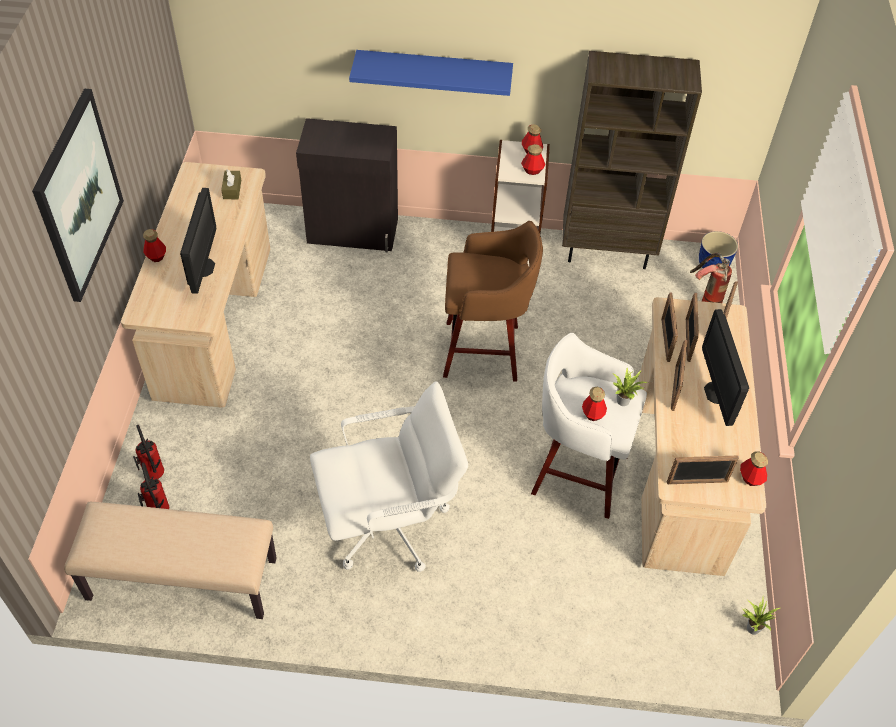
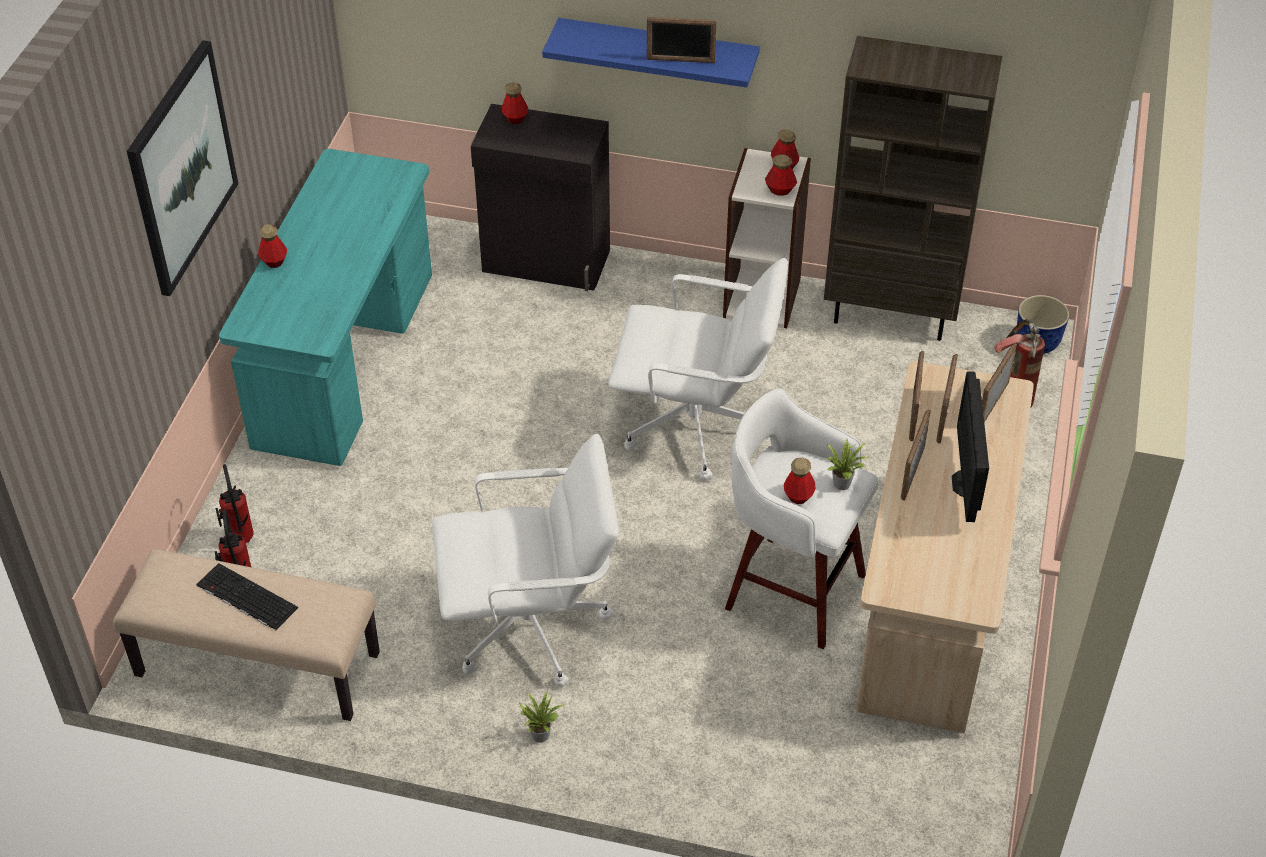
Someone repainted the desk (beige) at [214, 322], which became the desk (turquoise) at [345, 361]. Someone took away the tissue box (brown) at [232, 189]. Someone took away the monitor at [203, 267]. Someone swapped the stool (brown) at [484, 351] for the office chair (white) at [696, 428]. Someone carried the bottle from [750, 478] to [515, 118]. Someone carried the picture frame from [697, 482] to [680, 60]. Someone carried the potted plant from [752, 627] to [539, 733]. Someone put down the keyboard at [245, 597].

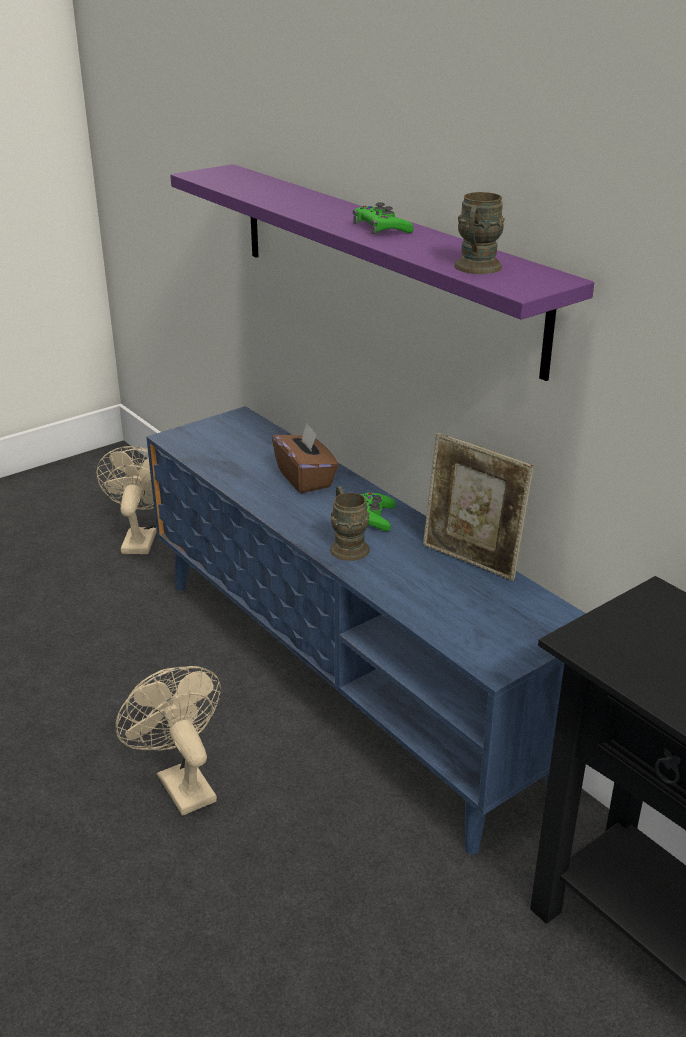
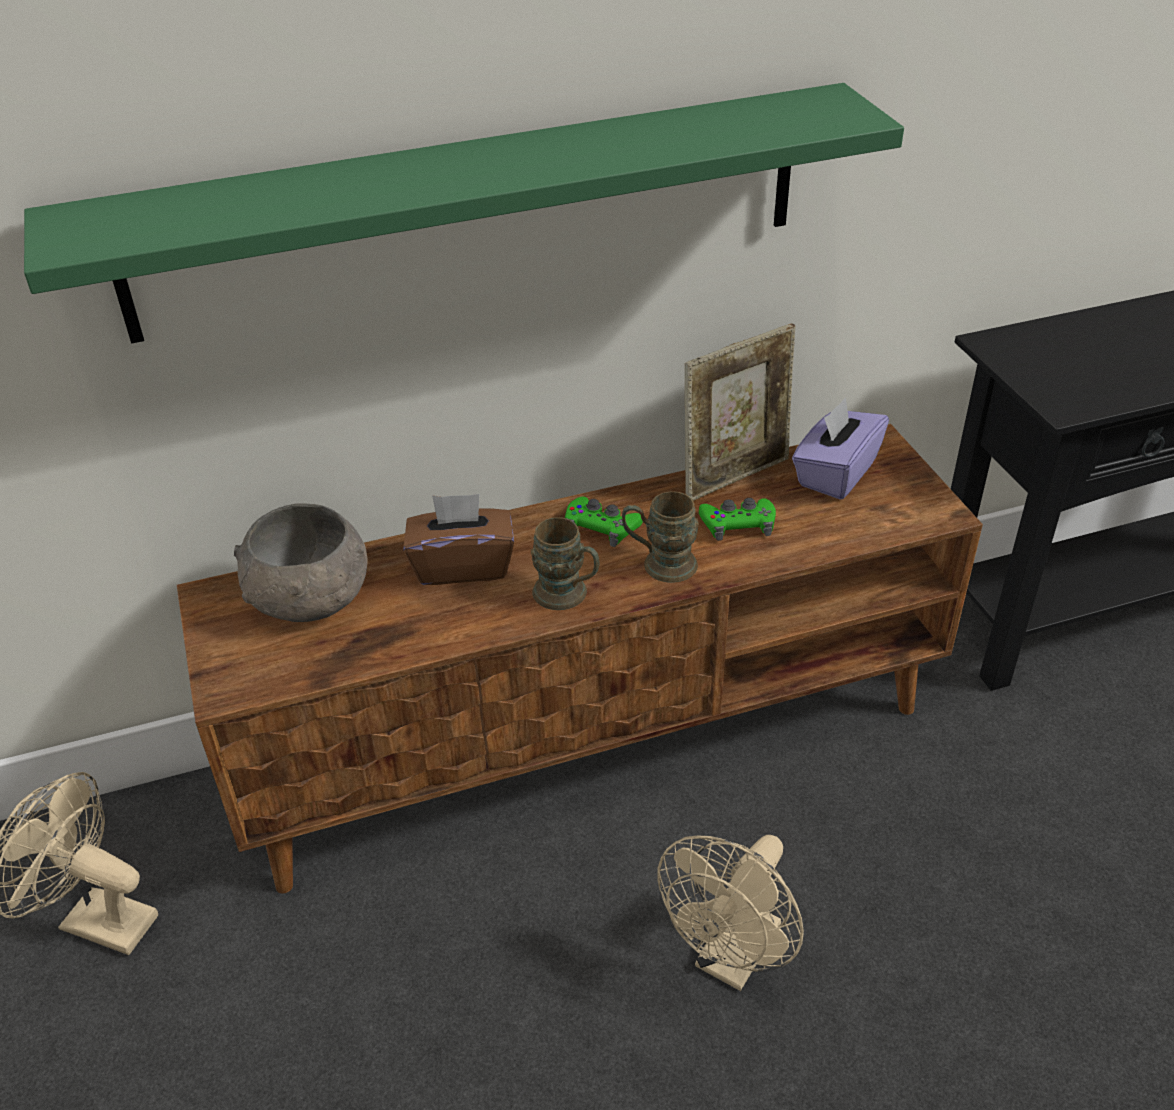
Someone repainted the shelf (purple) at [380, 261], which became the shelf (green) at [471, 212]. Someone carried the mug (brown) from [475, 269] to [568, 596]. Someone carried the game controller (green) from [381, 228] to [737, 524]. Someone repainted the tv stand (blue) at [345, 678], which became the tv stand (brown) at [593, 740]. Someone rotated the fan (beige) at [181, 782] by 45 degrees counterclockwise. Someone put down the tissue box (purple) at [835, 473]. Someone put down the bowl (grey) at [310, 600].

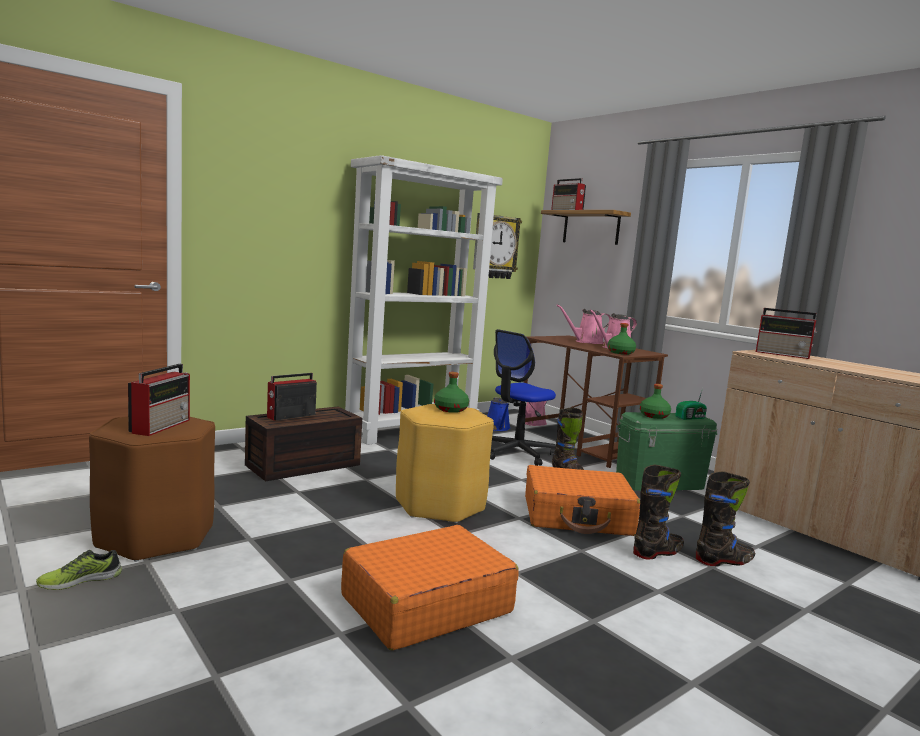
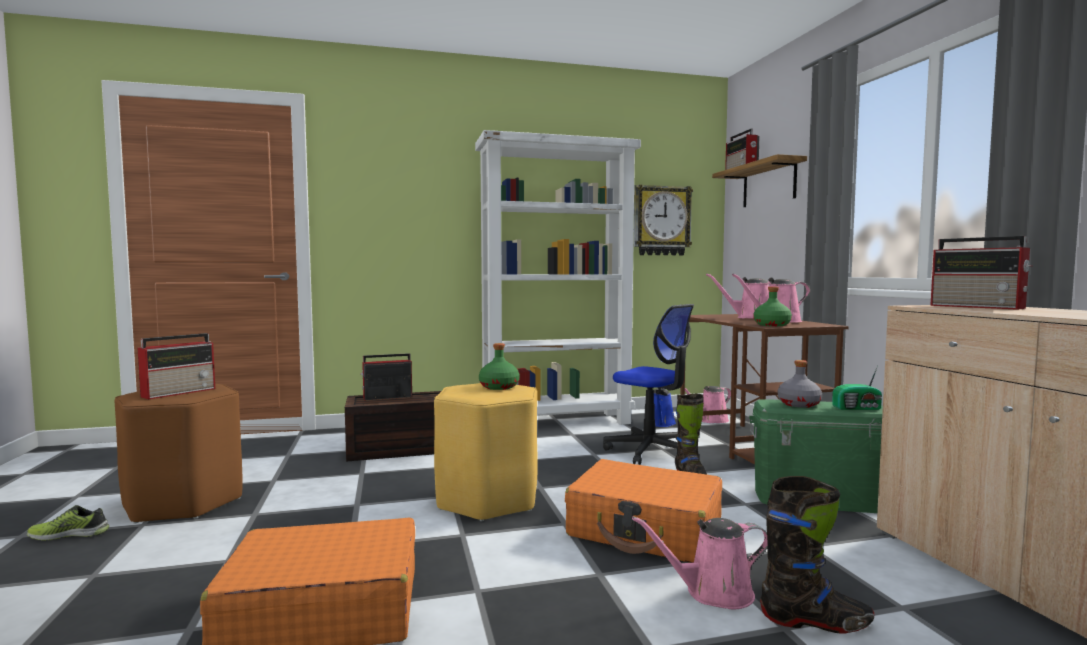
Someone rotated the office chair at [516, 453] by 120 degrees counterclockwise. Someone repainted the bottle (green) at [654, 416], which became the bottle (grey) at [799, 404]. Someone swapped the boot (black) at [657, 552] for the watering can (pink) at [713, 593].

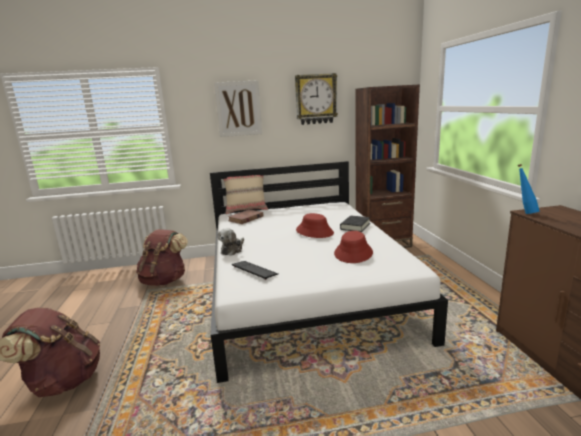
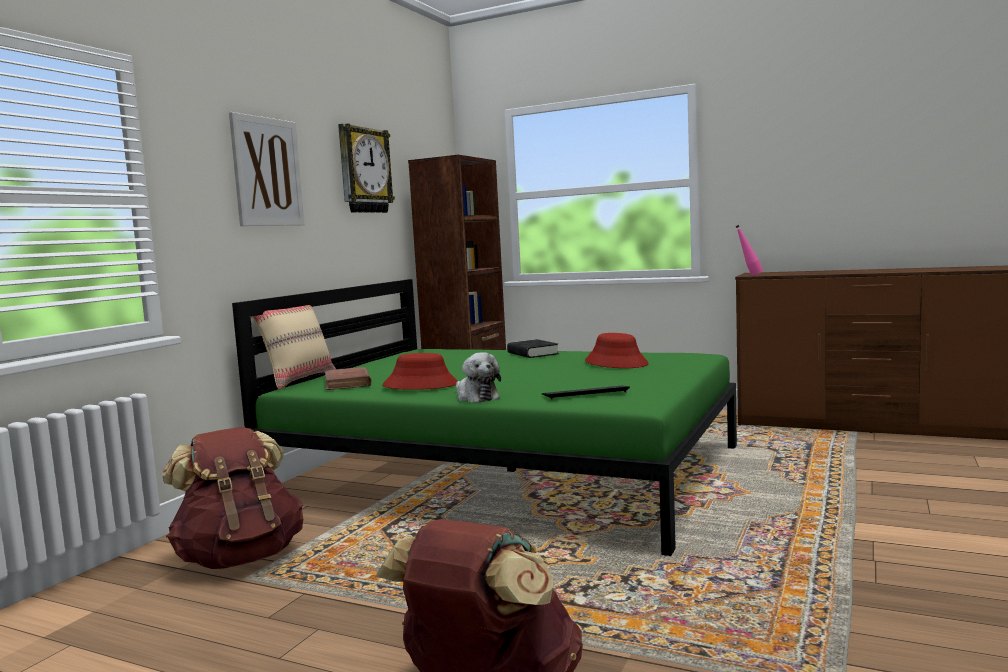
Someone repainted the bed (white) at [304, 289], which became the bed (green) at [508, 471]. Someone repainted the bottle (blue) at [524, 213], which became the bottle (pink) at [749, 275]. Someone carried the hat (red) from [314, 231] to [420, 385].

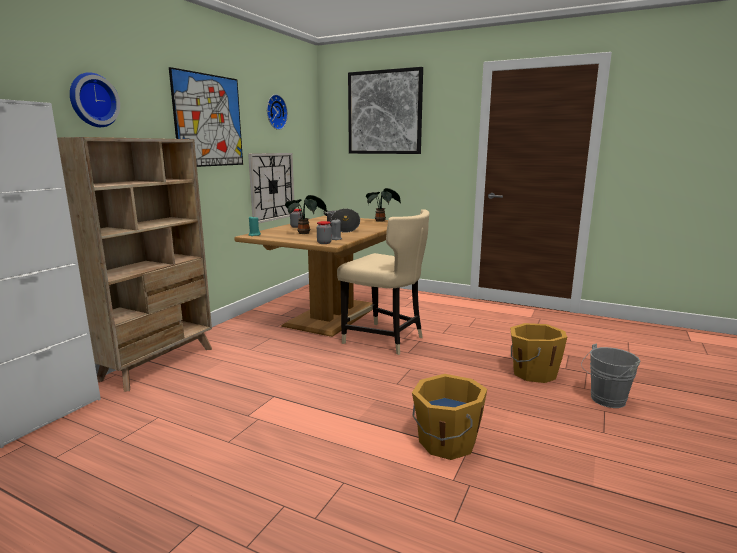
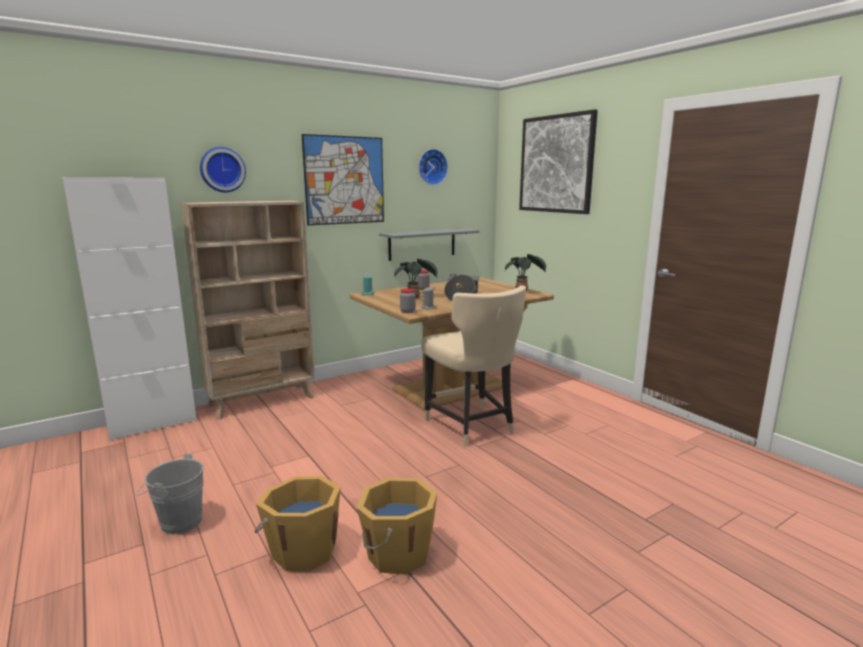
Someone swapped the wall clock at [272, 187] for the shelf (grey) at [422, 244]. Someone carried the bucket (orange) from [532, 373] to [303, 550]. Someone carried the bucket (grey) from [605, 400] to [177, 522].

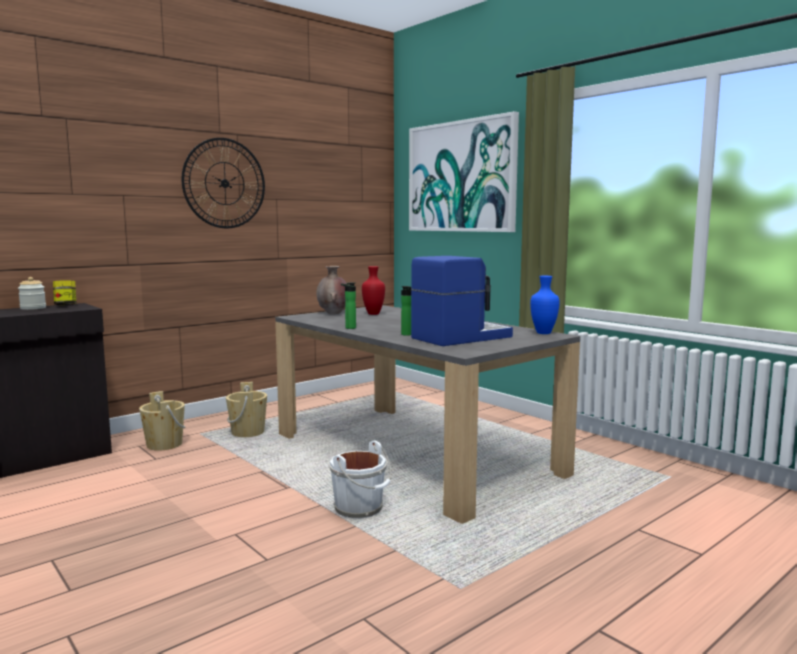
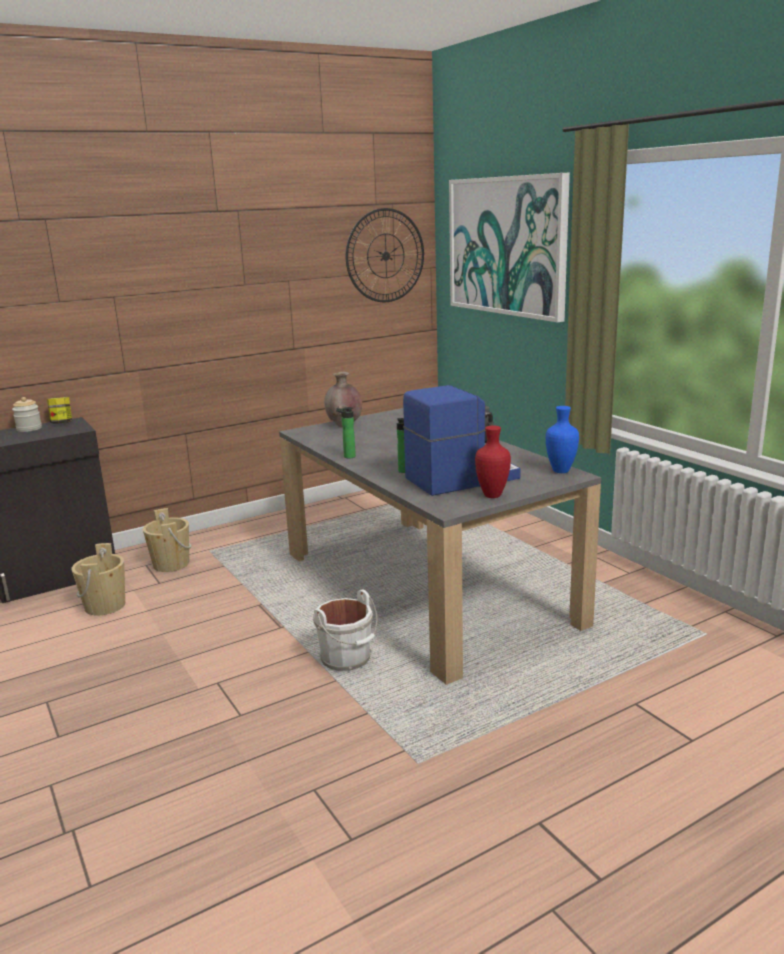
Someone carried the wall clock from [224, 183] to [385, 256]. Someone carried the vase (red) from [373, 314] to [492, 495]. Someone carried the bucket (beige) from [248, 432] to [105, 606].

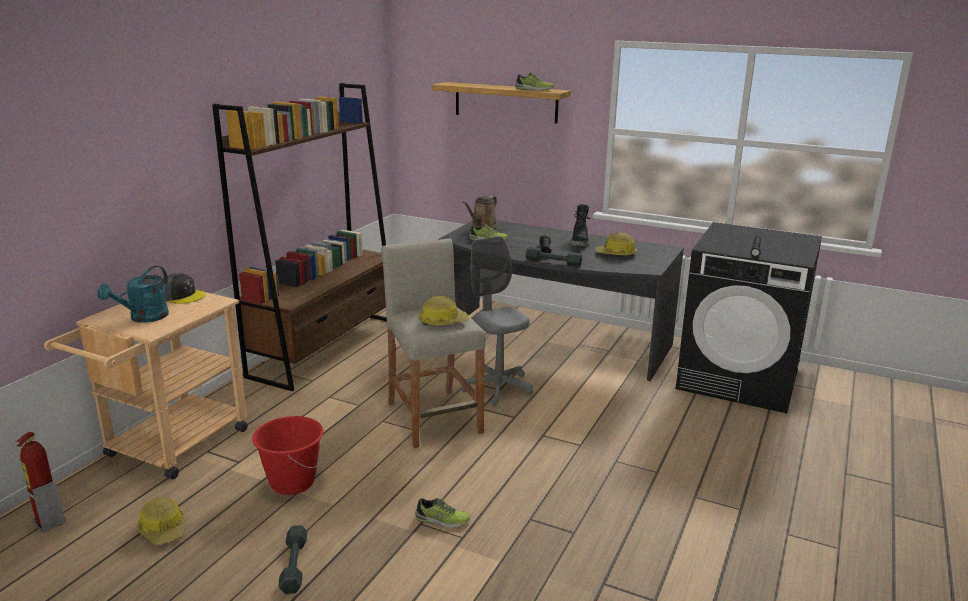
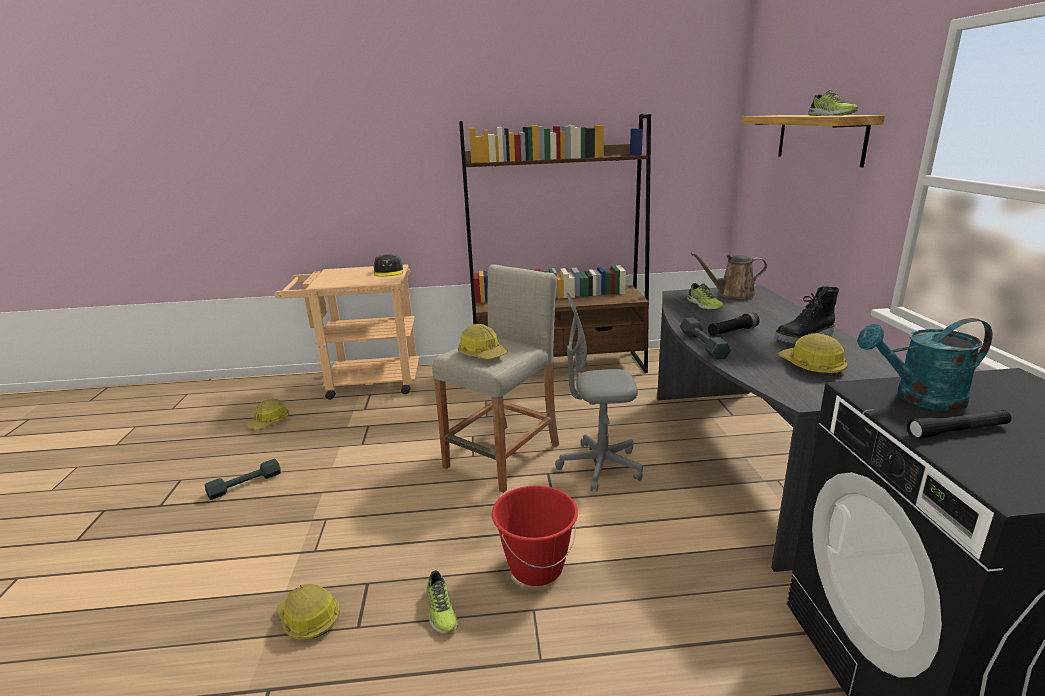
Someone rotated the office chair (grey) at [497, 387] by 120 degrees counterclockwise. Someone carried the watering can (turquoise) from [144, 318] to [919, 398]. Someone carried the bucket (red) from [292, 482] to [536, 567]. Someone took away the fire extinguisher at [48, 523]. Someone carried the shoe from [442, 520] to [440, 611]. Someone put down the hard hat at [308, 619].

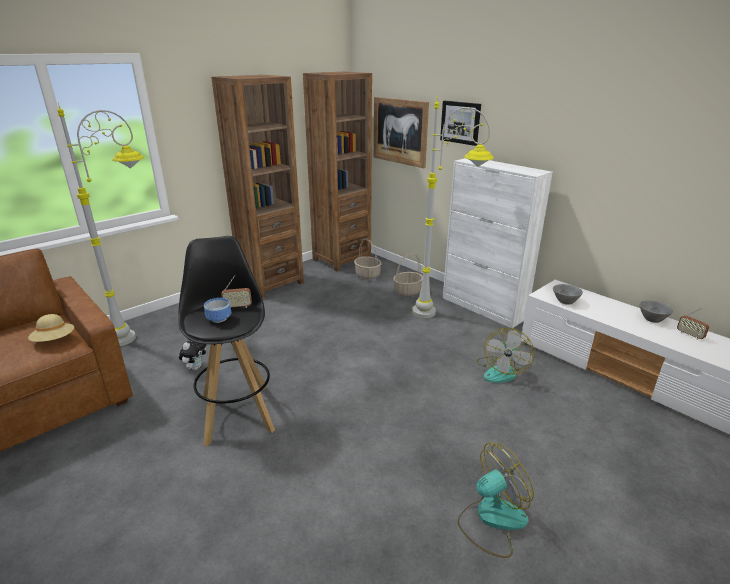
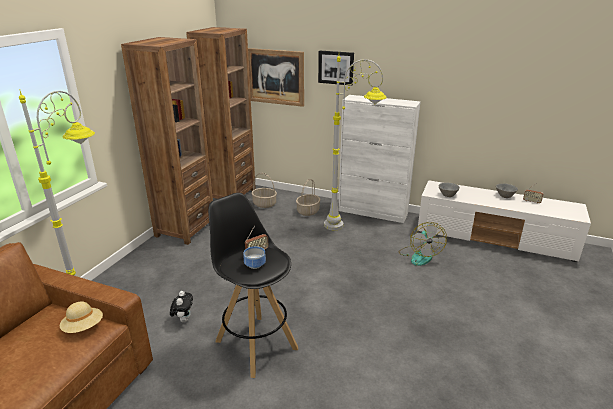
Someone took away the fan at [491, 519].

